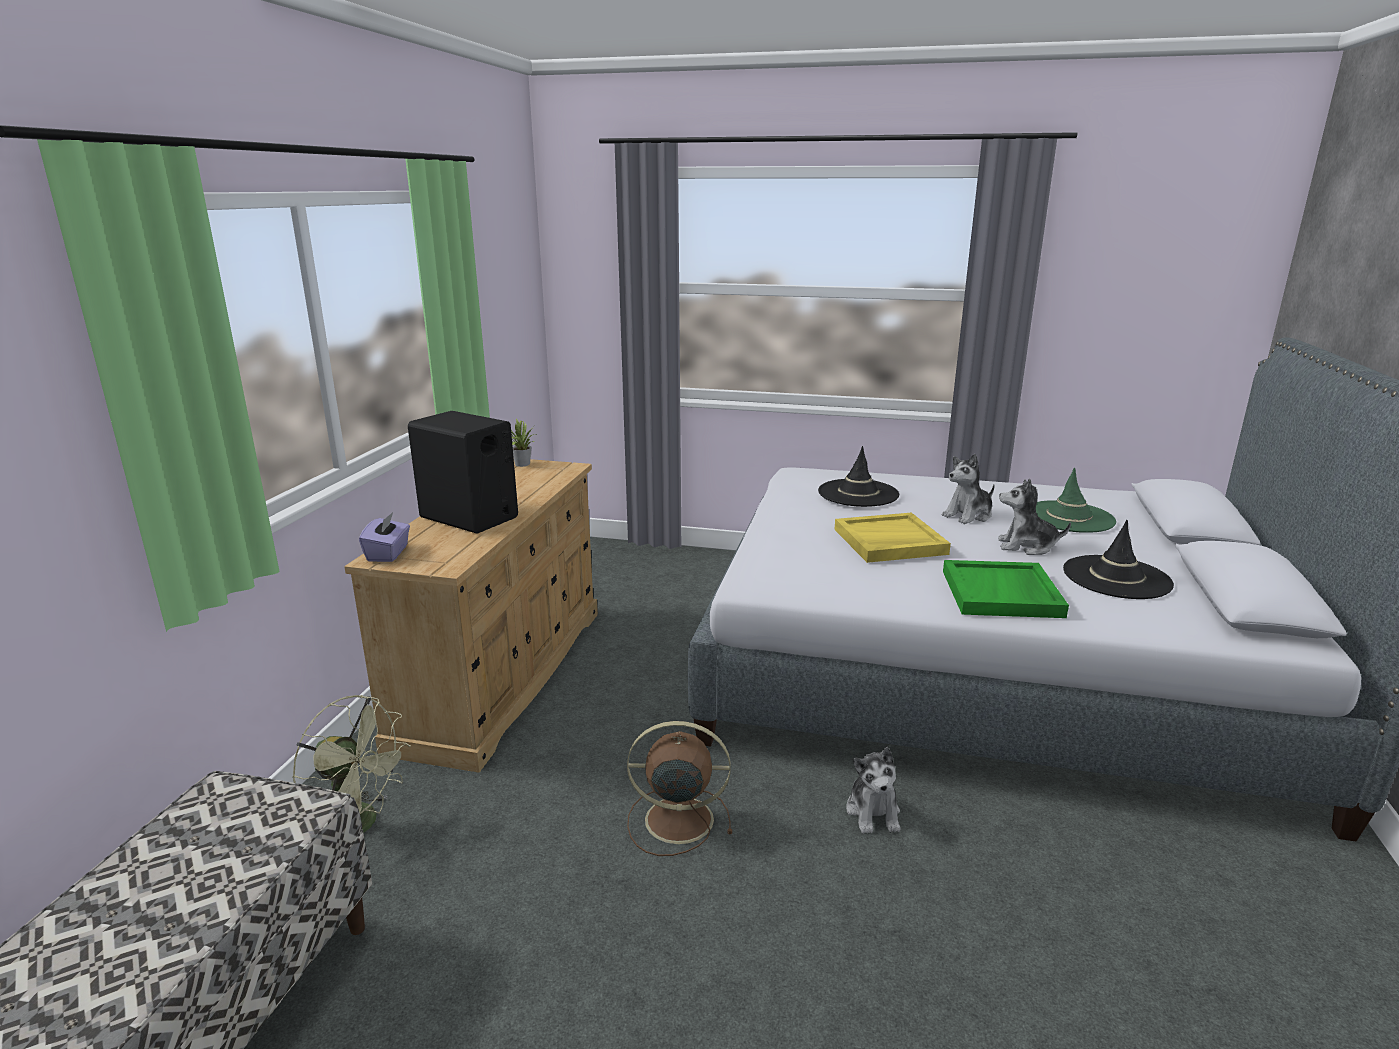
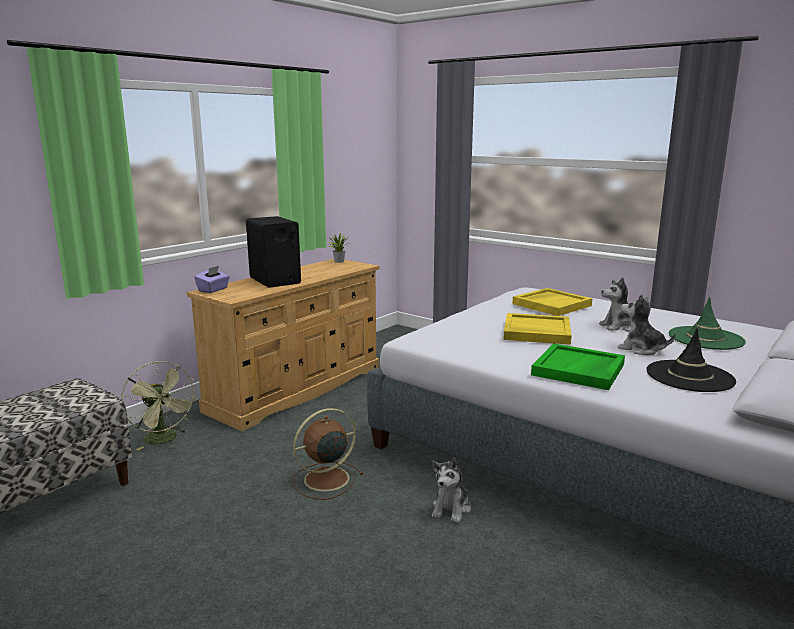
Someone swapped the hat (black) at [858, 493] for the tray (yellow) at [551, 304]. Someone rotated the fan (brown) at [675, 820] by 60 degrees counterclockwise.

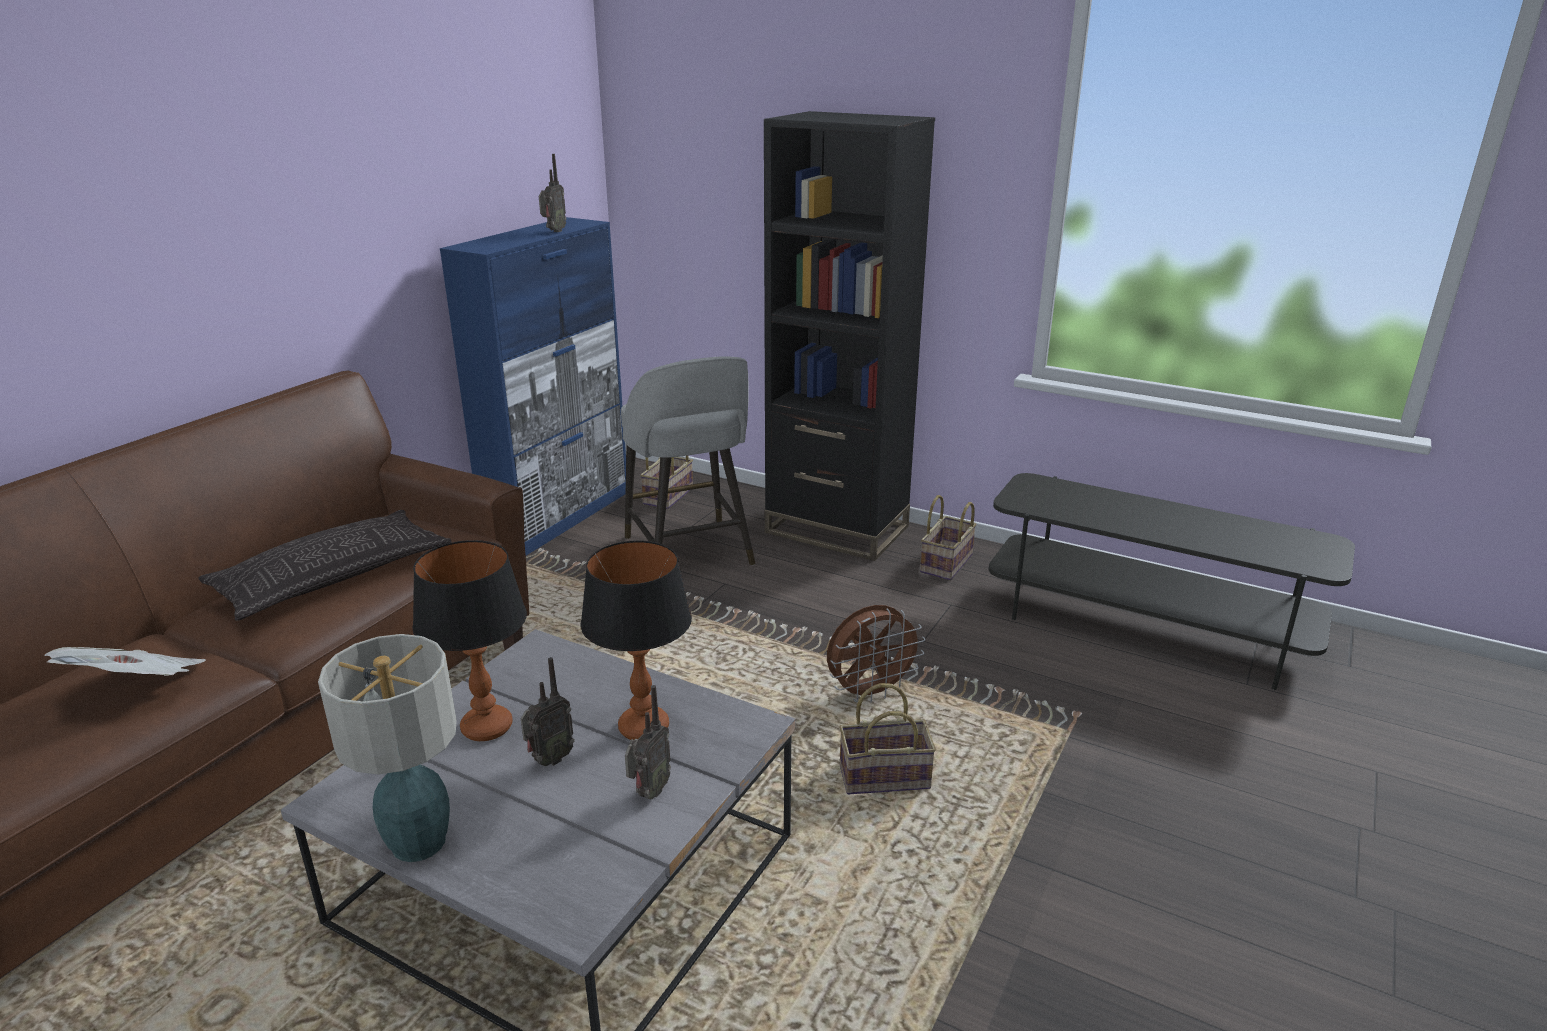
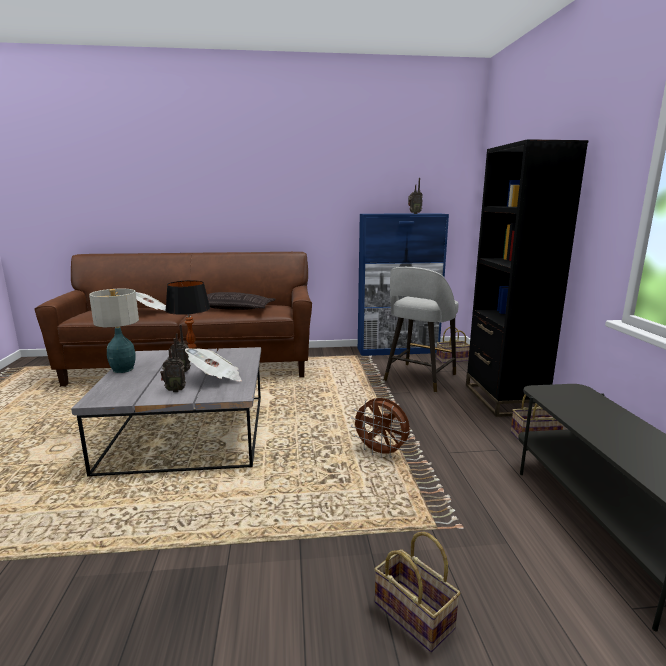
Someone swapped the table lamp at [644, 727] for the newspaper at [216, 378]. Someone carried the basket from [886, 776] to [416, 615].

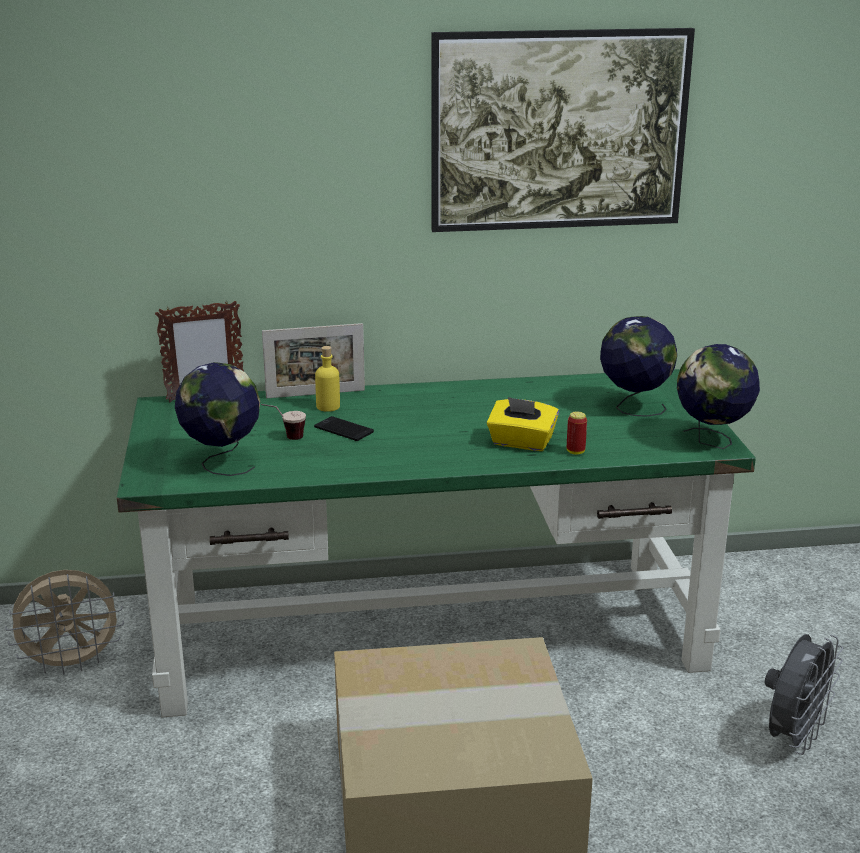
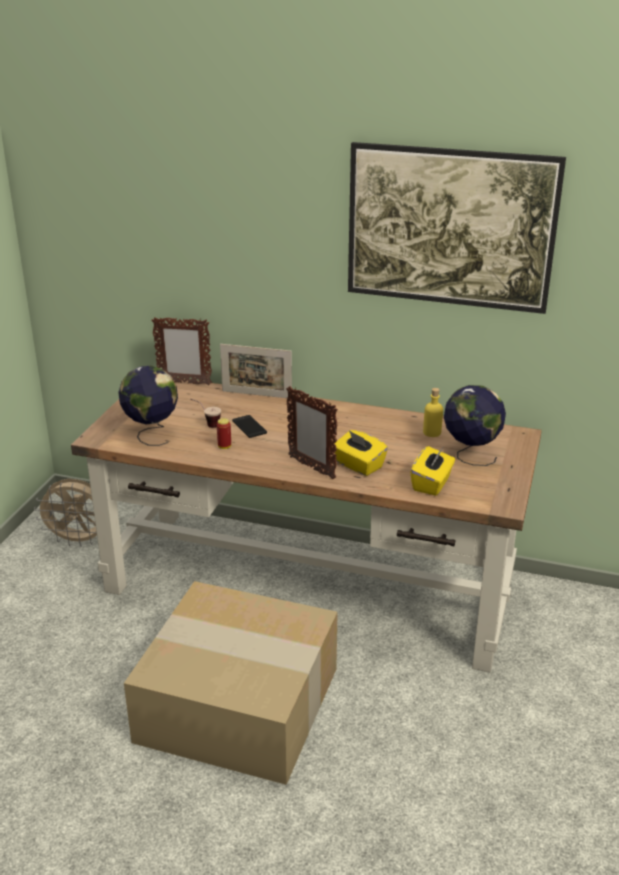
Someone took away the globe at [712, 441]. Someone carried the bottle (yellow) from [328, 406] to [432, 432]. Someone repainted the desk (green) at [432, 633], which became the desk (brown) at [311, 584]. Someone carried the can from [575, 452] to [224, 446]. Someone took away the fan (grey) at [794, 738]. Someone put down the picture frame at [311, 468]. Someone put down the tissue box (yellow) at [432, 484].

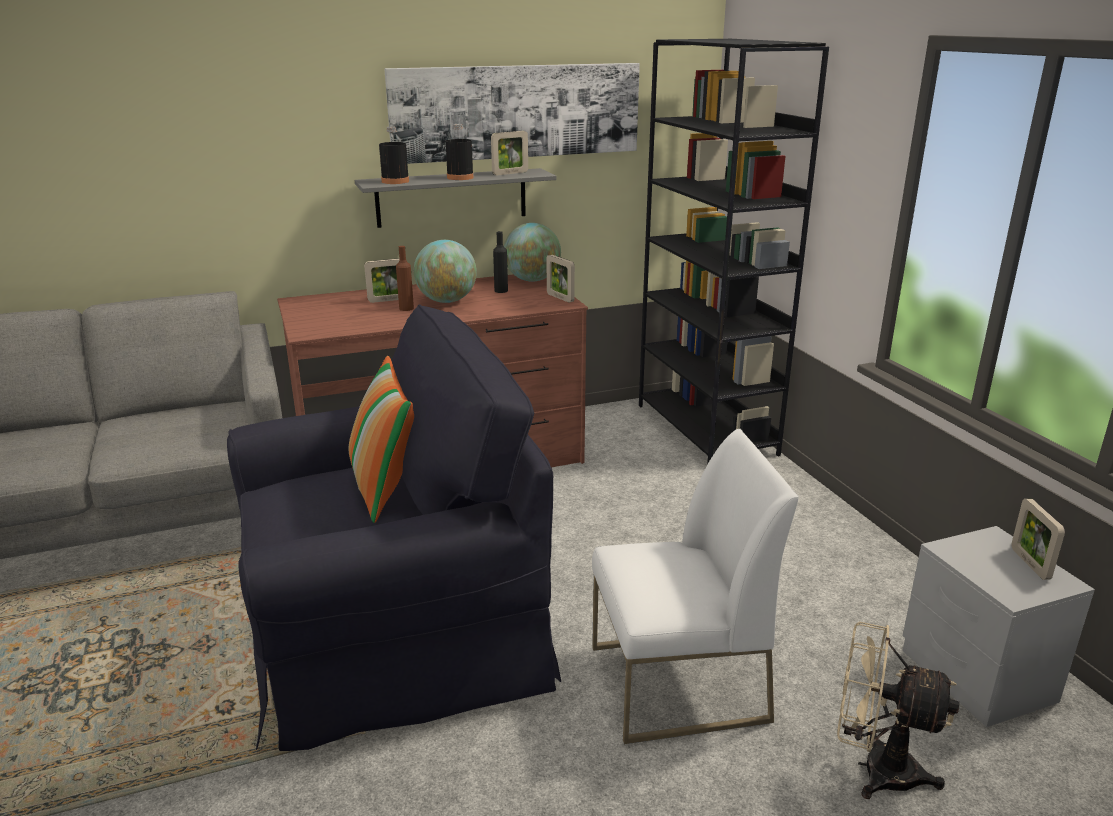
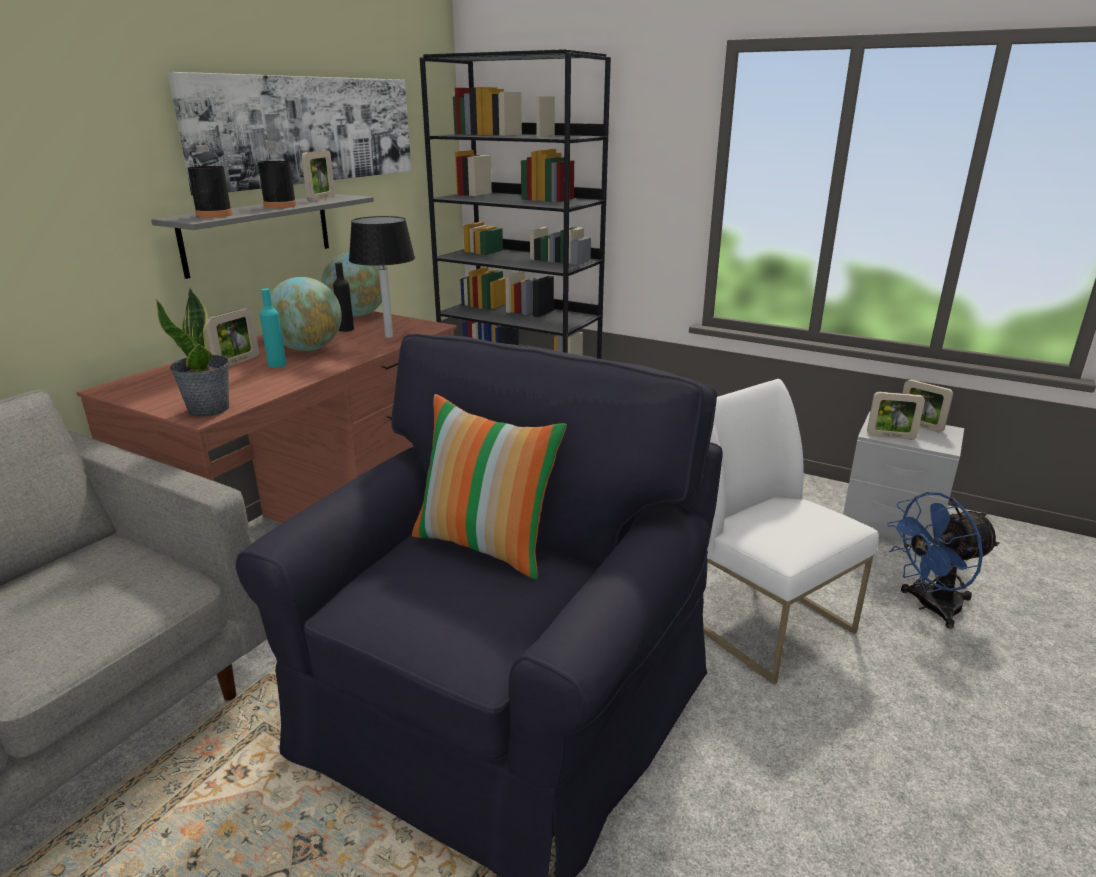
Someone repainted the bottle (brown) at [406, 308], which became the bottle (turquoise) at [277, 364]. Someone carried the picture frame from [560, 298] to [890, 436]. Someone rotated the chair (white) at [676, 684] by 75 degrees counterclockwise. Someone repainted the fan (beige) at [874, 768], which became the fan (blue) at [929, 607]. Someone put down the table lamp (black) at [389, 336]. Someone put down the potted plant at [209, 409].

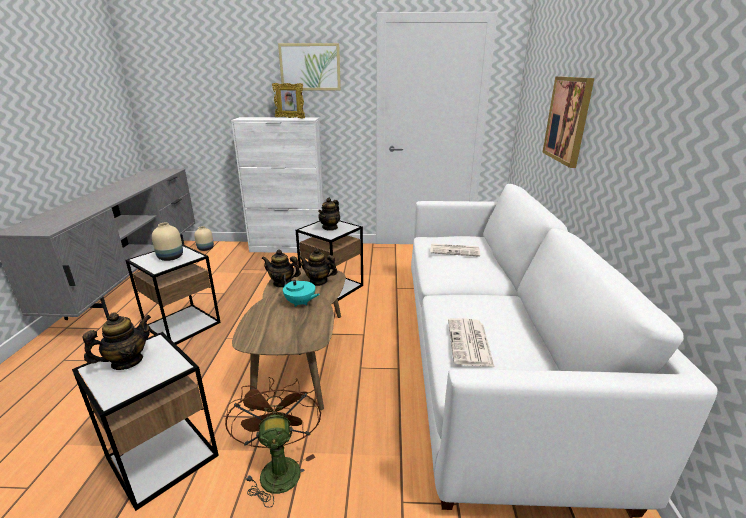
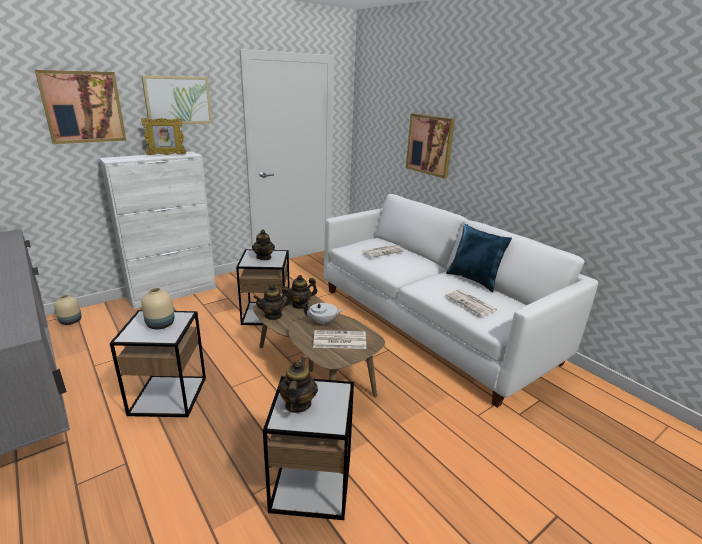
Someone repainted the teapot (turquoise) at [300, 303], which became the teapot (white) at [323, 322]. Someone took away the fan (brown) at [278, 467]. Someone put up the picture at [83, 107]. Someone put down the pillow (blue) at [474, 280]. Someone put down the newspaper at [339, 340].

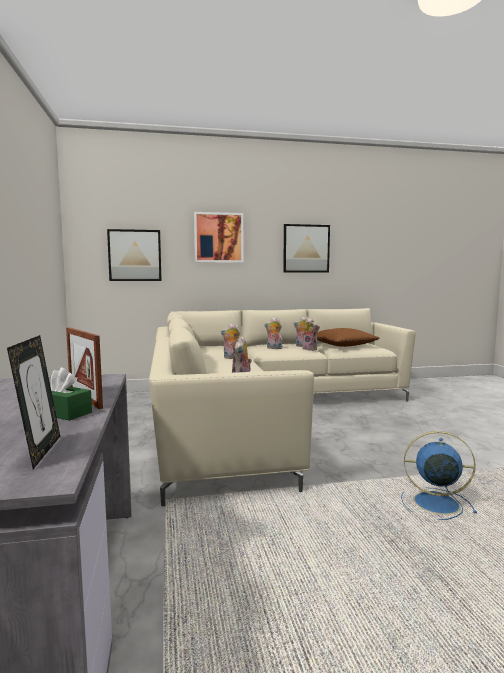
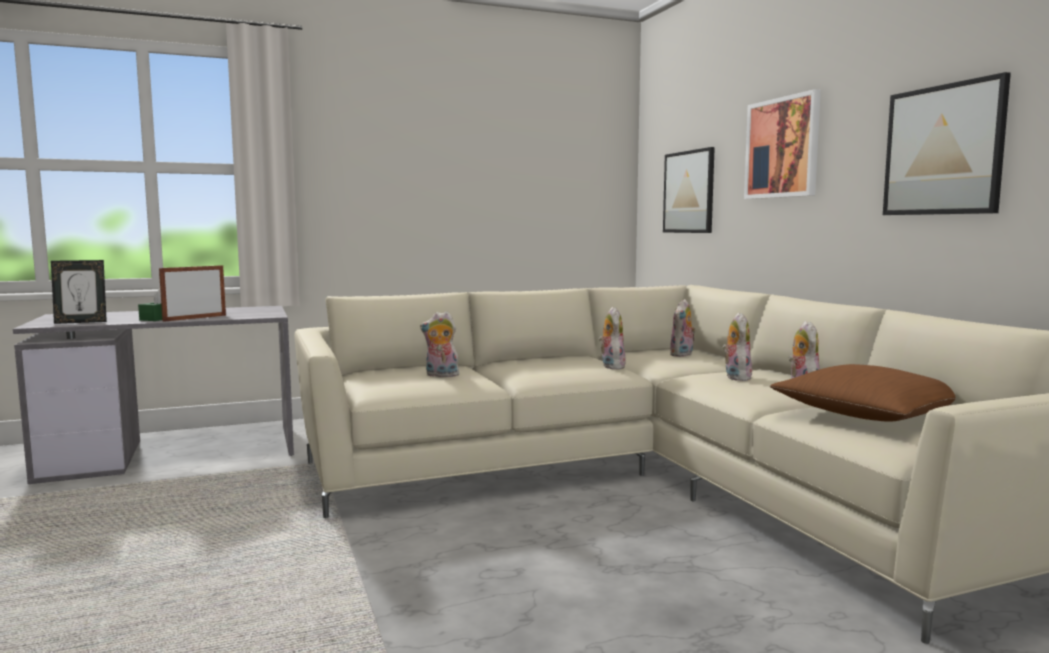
Someone carried the plush toy from [311, 349] to [682, 355]. Someone took away the fan (blue) at [434, 503].

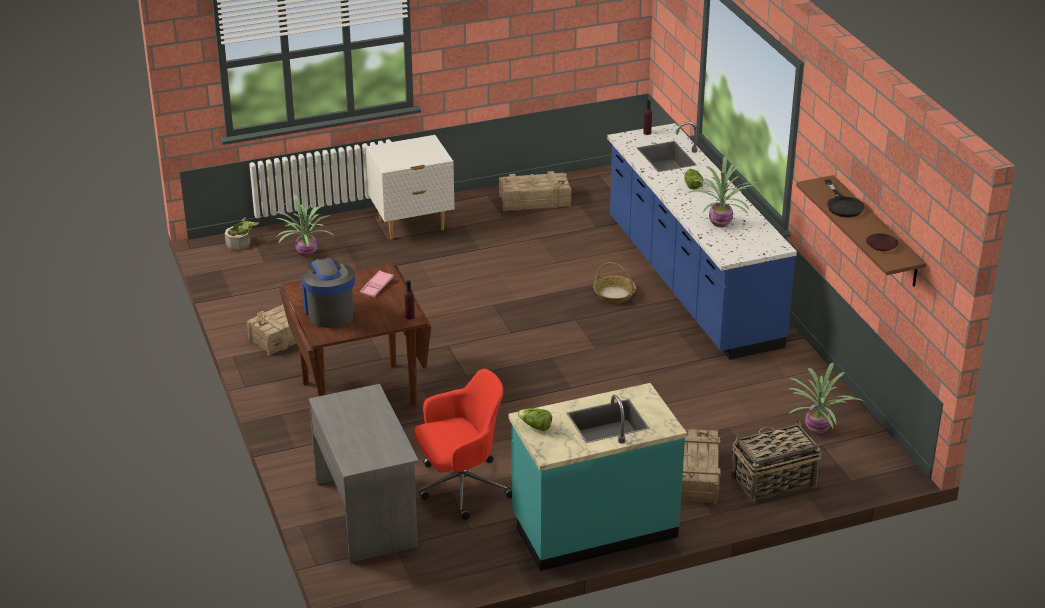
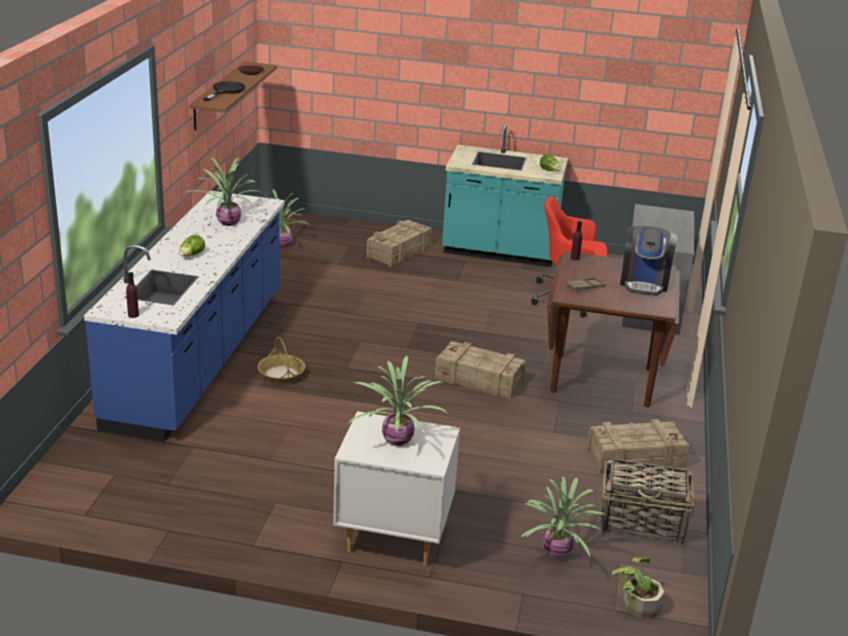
Someone carried the crate from [534, 200] to [479, 380]. Someone repainted the tray (pink) at [376, 287], which became the tray (brown) at [585, 287]. Someone carried the basket from [772, 482] to [642, 523]. Someone put down the potted plant at [395, 440].

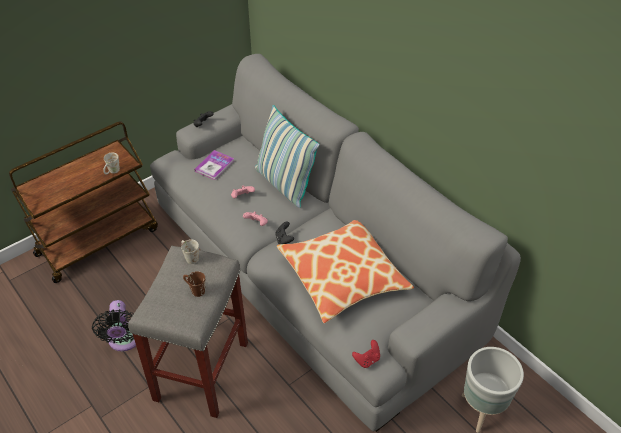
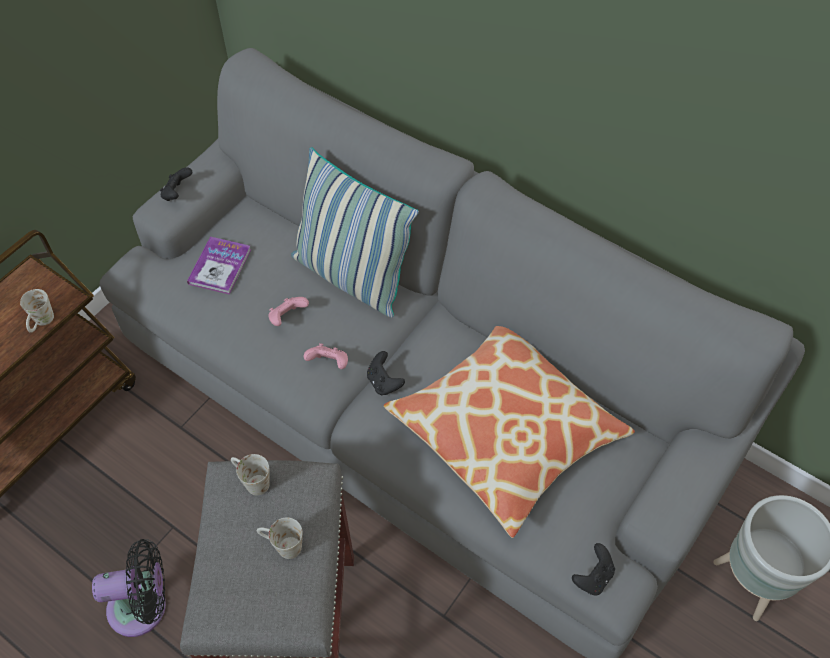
Someone repainted the mug (brown) at [194, 289], which became the mug (white) at [282, 545]. Someone rotated the fan (black) at [124, 340] by 75 degrees counterclockwise. Someone repainted the game controller (red) at [367, 360], which became the game controller (black) at [593, 577].

